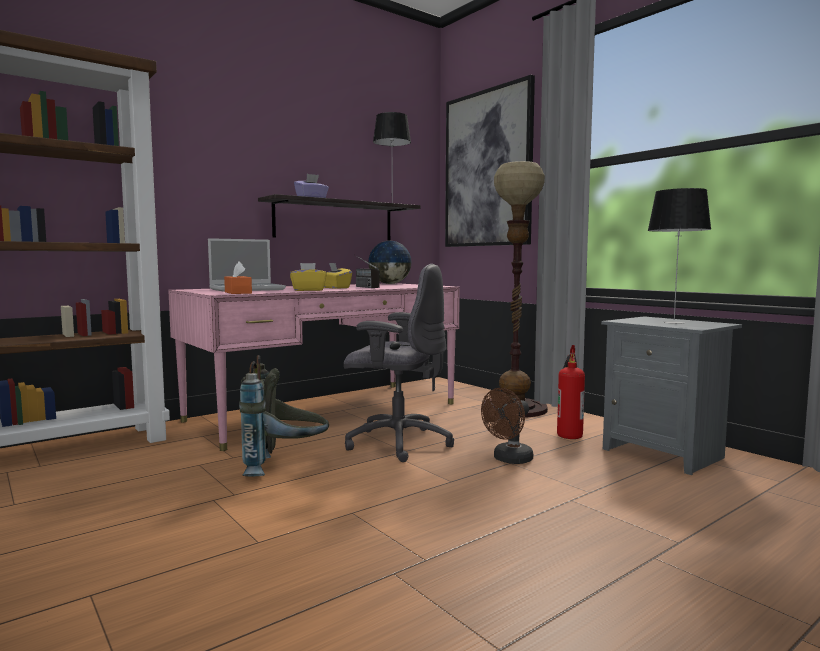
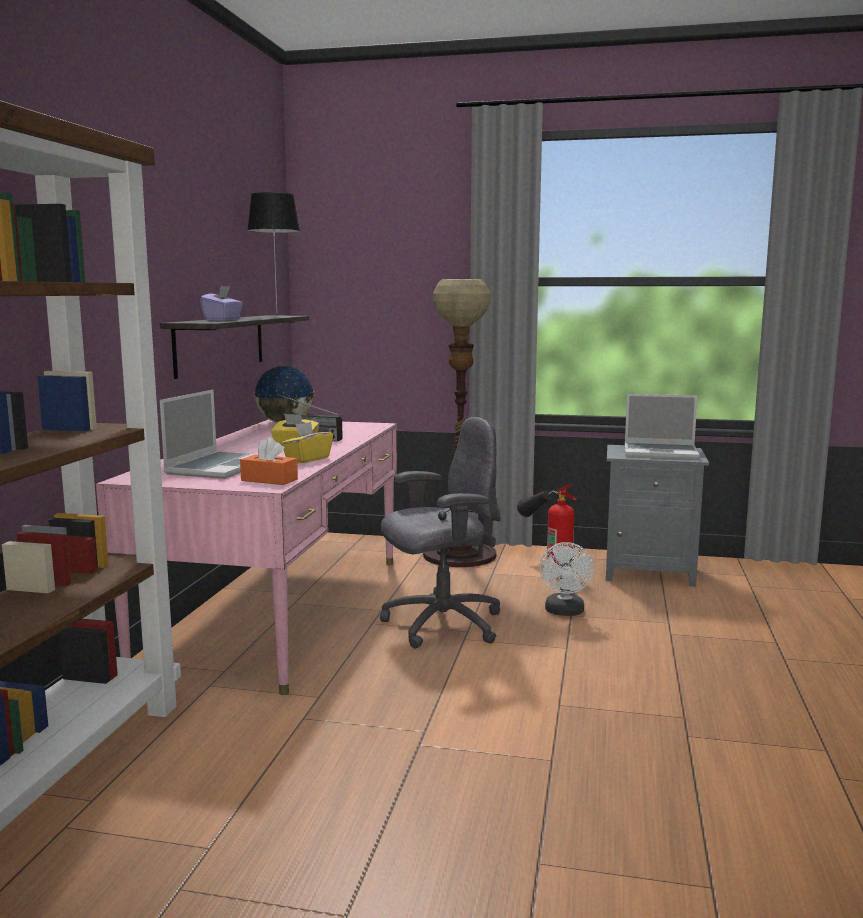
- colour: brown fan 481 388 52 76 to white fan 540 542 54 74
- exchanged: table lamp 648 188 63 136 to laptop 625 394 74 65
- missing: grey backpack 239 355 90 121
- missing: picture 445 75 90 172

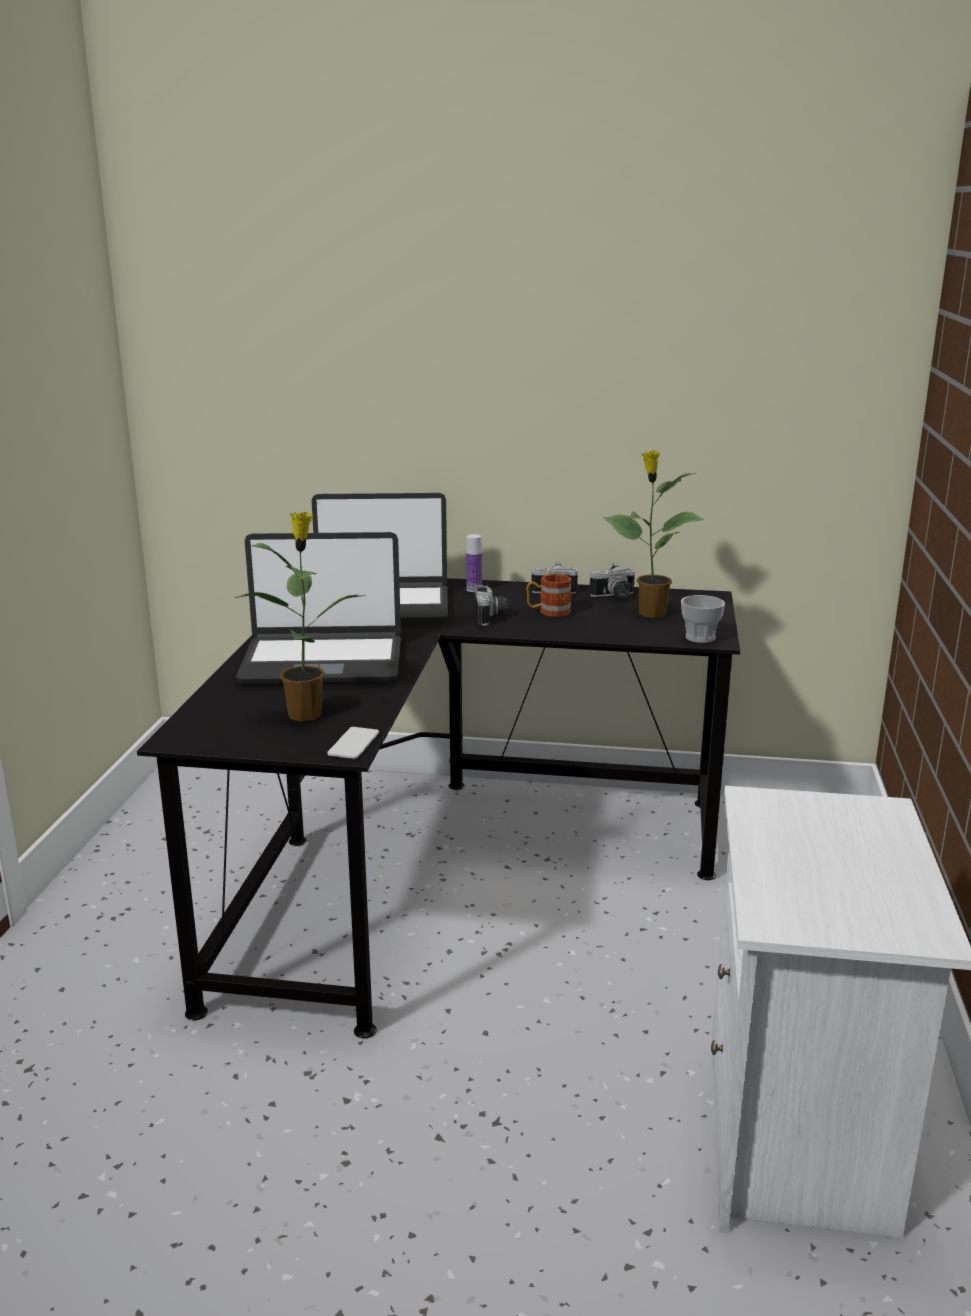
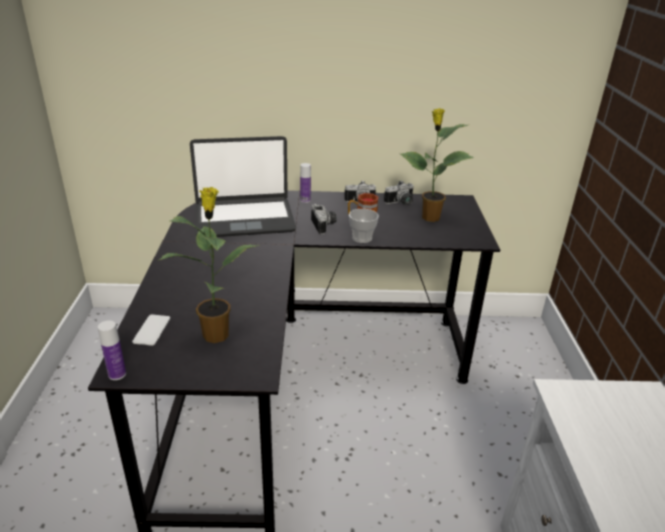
- appeared: bottle 98 320 28 60
- relocated: phone 327 727 52 32 to 132 315 38 31
- relocated: cup 681 595 44 48 to 349 209 30 34
- missing: laptop 236 532 165 152

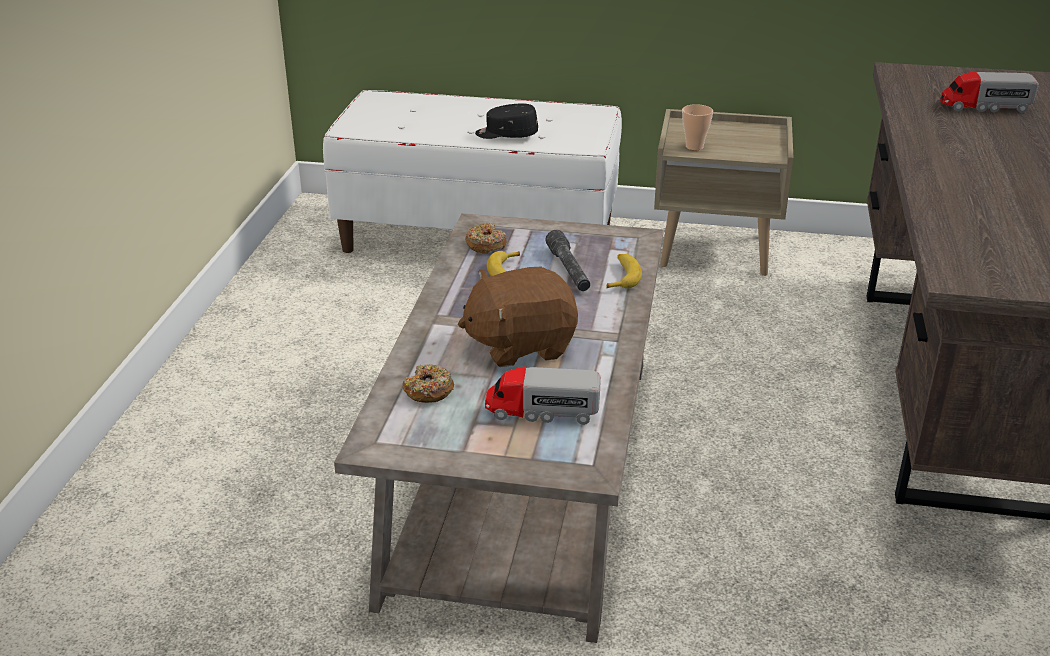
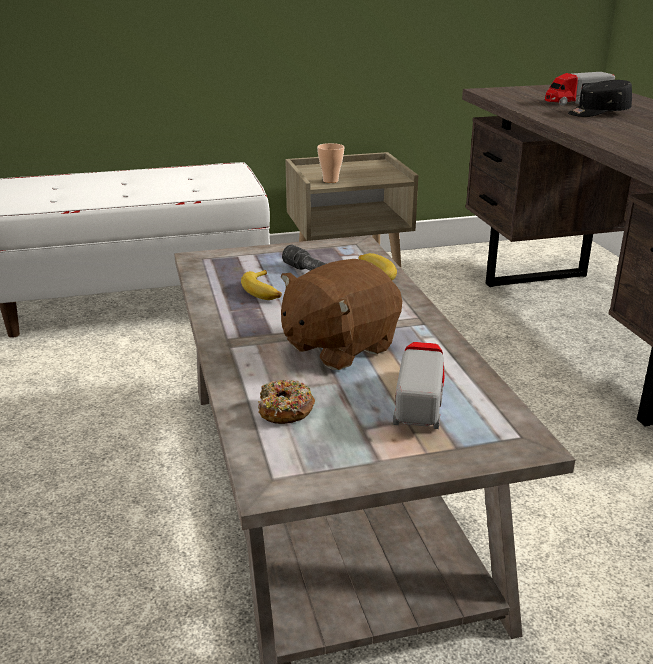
- spun: toy truck 485 366 116 59 = 393 342 52 87 120 degrees clockwise
- relocated: black cap 475 103 63 36 to 568 80 64 37
- missing: donut 465 223 42 31

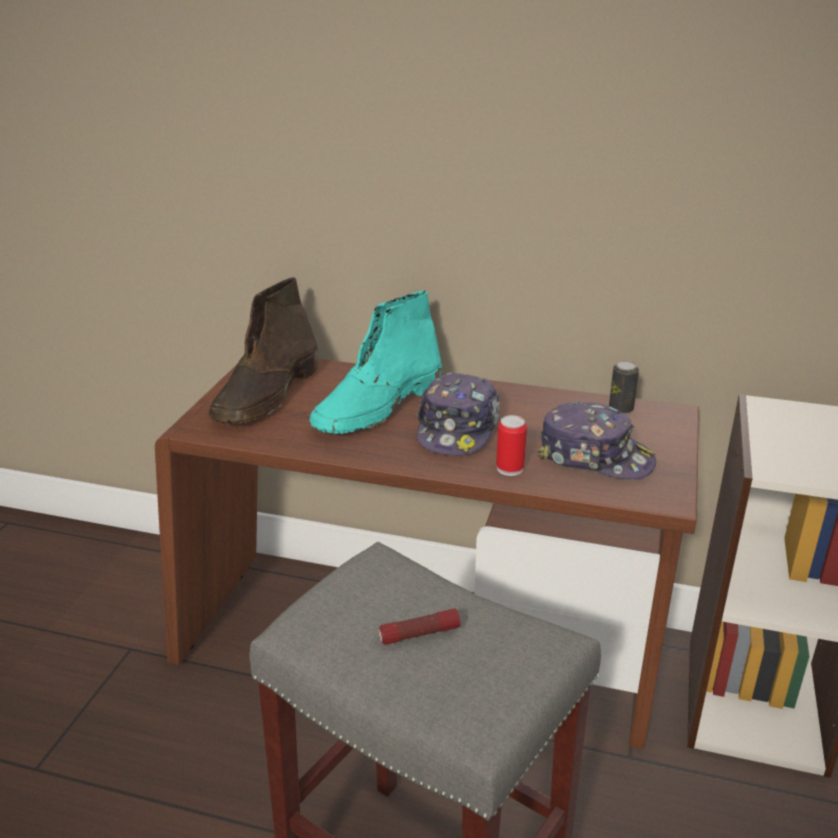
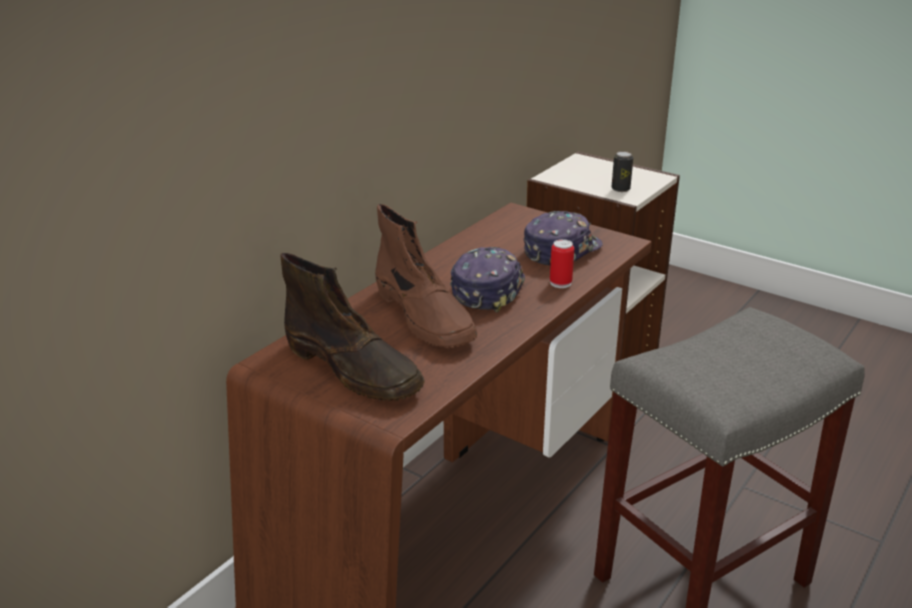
- colour: turquoise boot 309 290 133 144 to brown boot 375 204 102 144
- spun: cap 416 372 84 84 = 450 247 75 66 105 degrees counterclockwise
- relocated: can 609 361 30 53 to 611 151 22 41
- missing: flashlight 378 608 82 37

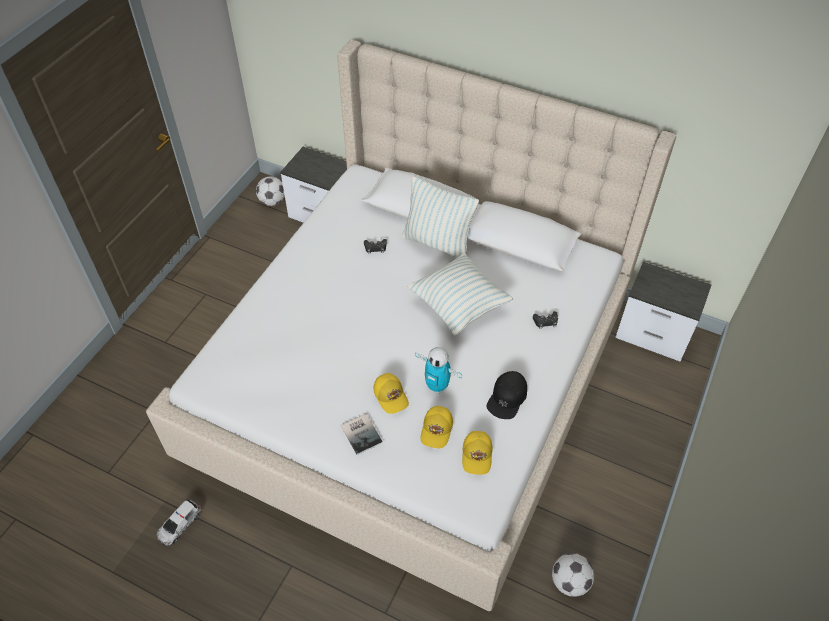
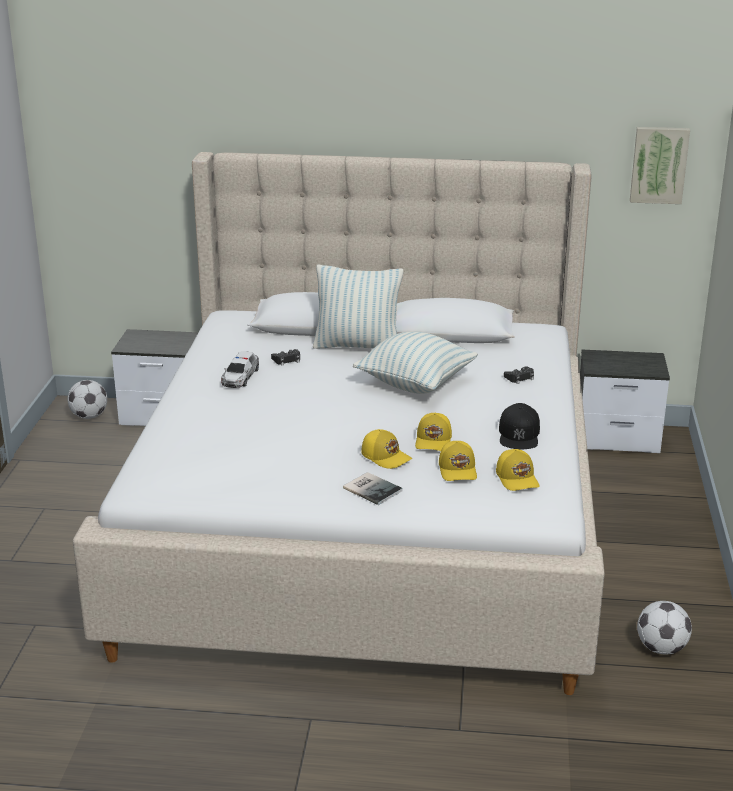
- relocated: toy car 157 499 45 47 to 221 351 38 37
- exchanged: toy robot 415 347 47 47 to yellow cap 415 413 37 38
- appeared: picture 630 127 60 77

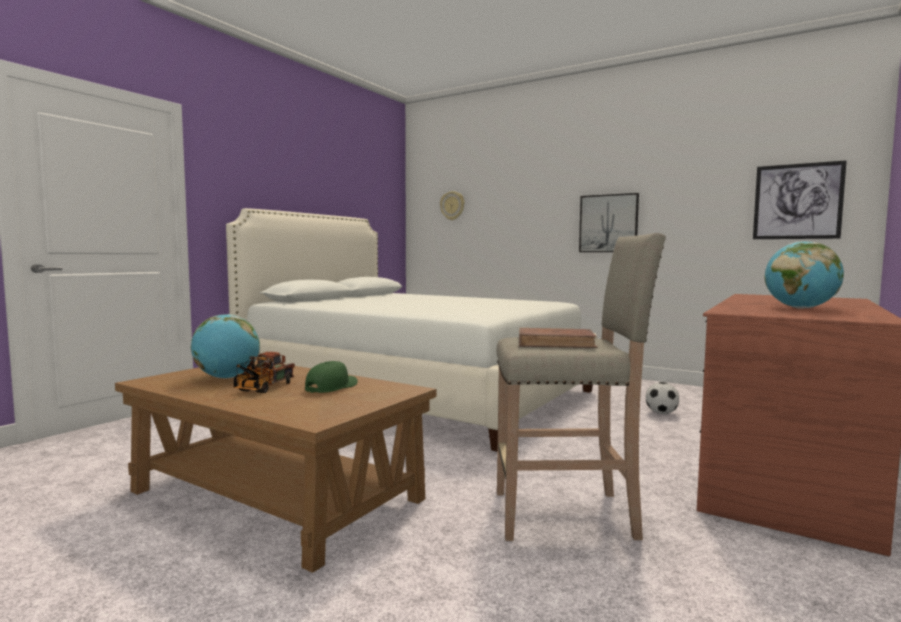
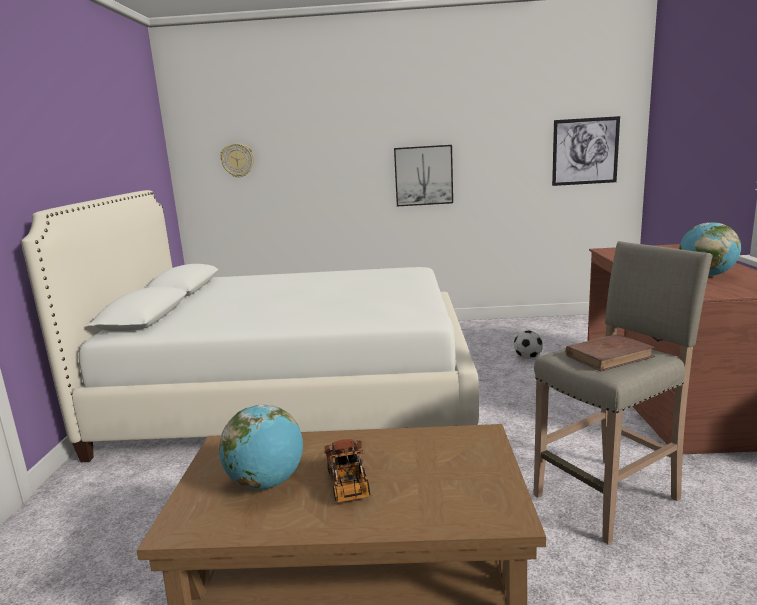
- missing: green cap 305 361 53 32

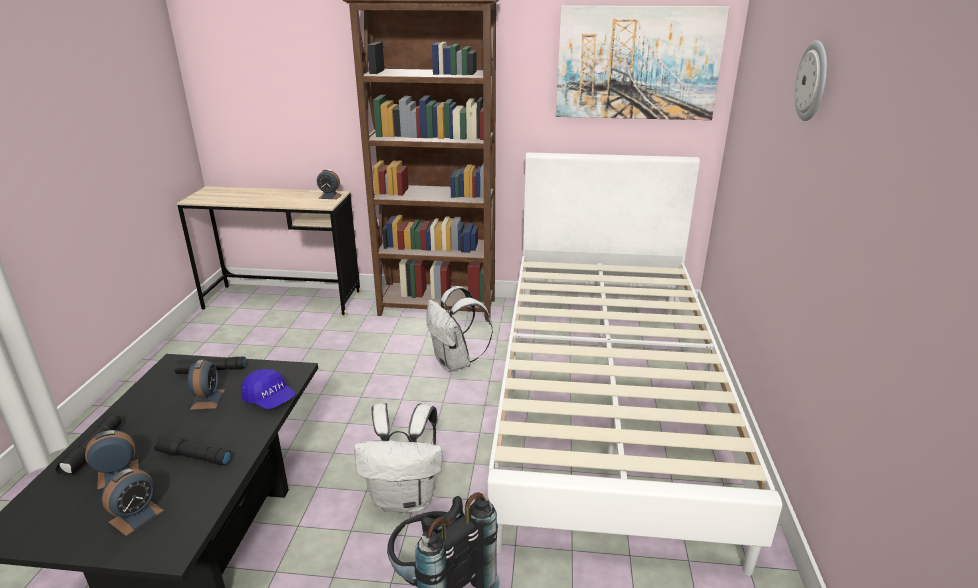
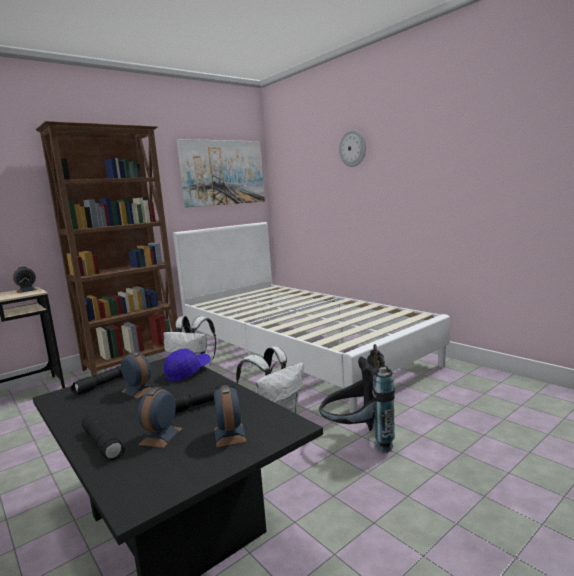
- spun: blue cap 241 369 55 40 = 164 348 47 34 45 degrees counterclockwise

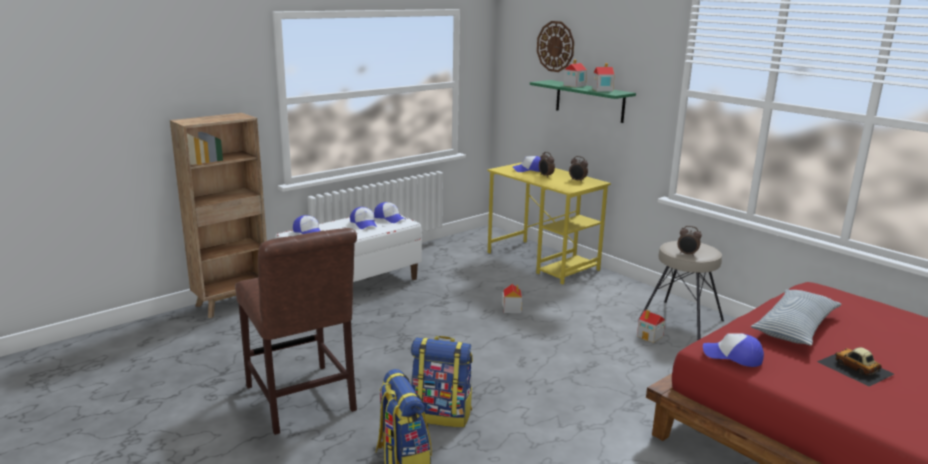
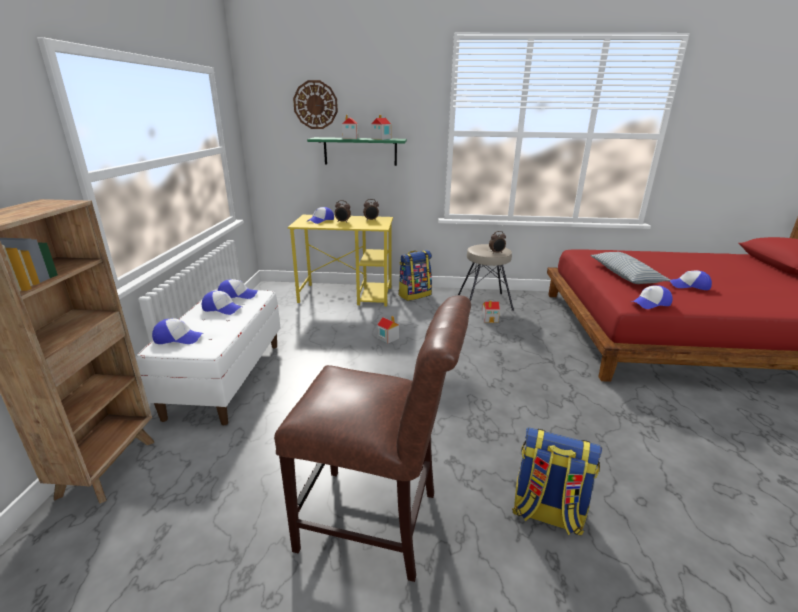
- relocated: backpack 411 336 62 91 to 398 250 34 51
- exchanged: toy car 817 347 77 39 to cap 669 270 43 20

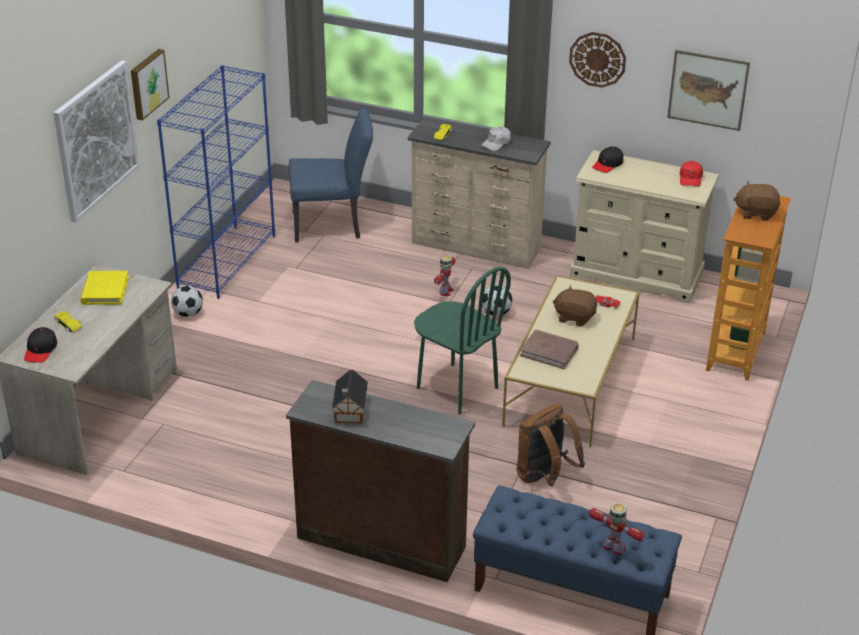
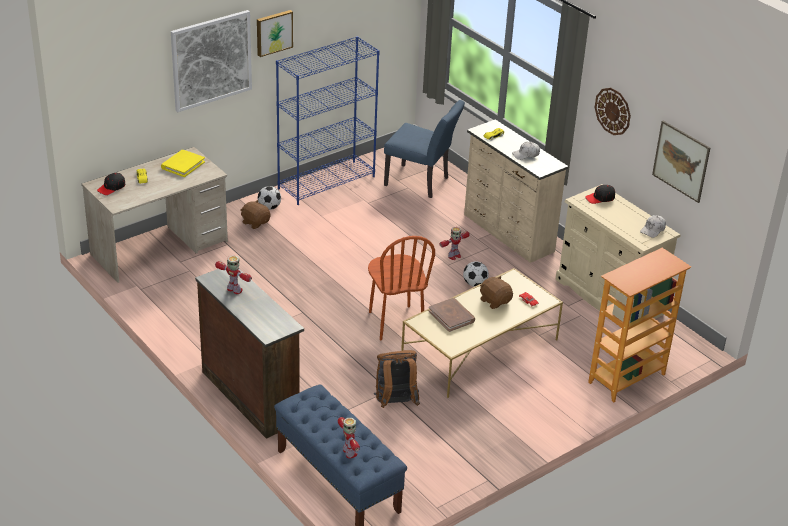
- exchanged: toy house 332 370 36 53 to toy robot 215 256 37 38
- relocated: brown plush toy 733 181 47 40 to 240 200 30 29
- colour: green chair 414 267 97 148 to brown chair 368 236 67 104
- colour: red cap 679 161 24 26 to white cap 640 215 26 23

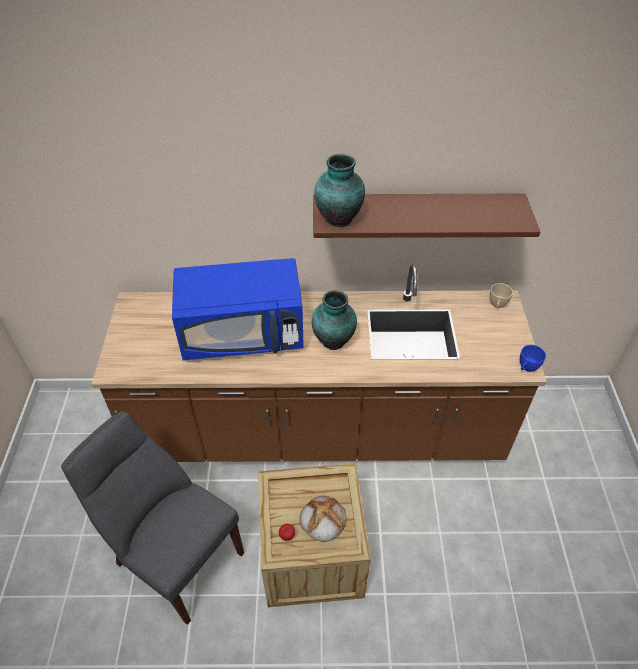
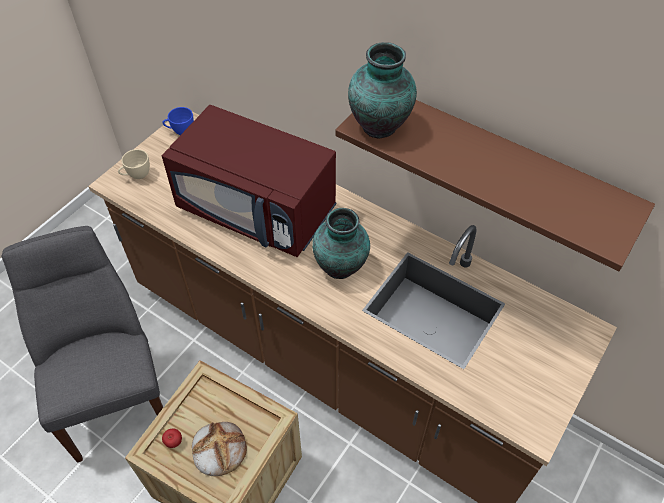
- relocated: beige cup 490 283 23 25 to 118 149 32 30
- colour: blue microwave 172 258 132 103 to red microwave 161 105 175 152
- relocated: blue cup 520 345 26 27 to 162 107 32 28

